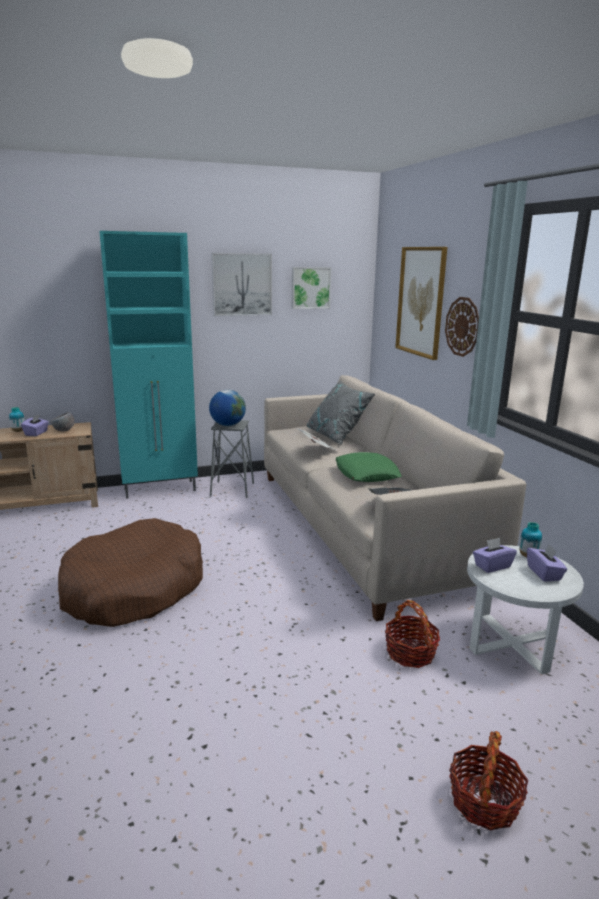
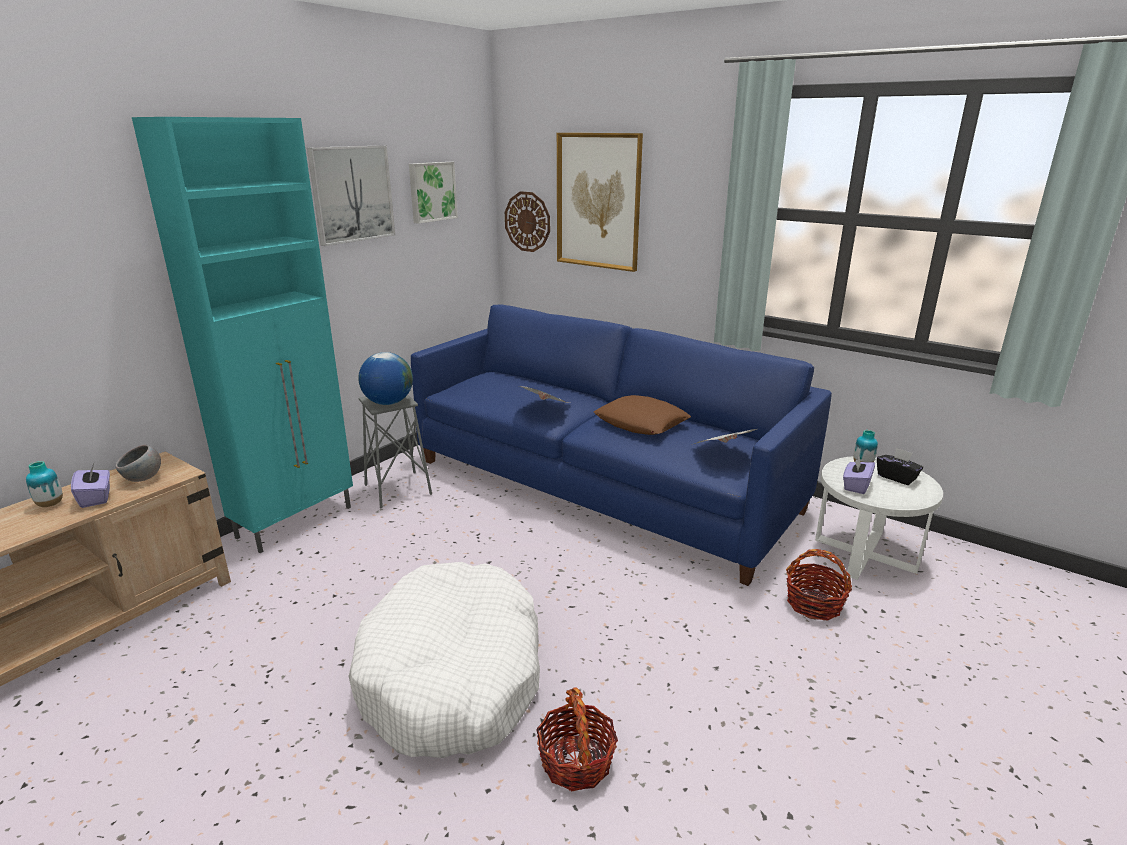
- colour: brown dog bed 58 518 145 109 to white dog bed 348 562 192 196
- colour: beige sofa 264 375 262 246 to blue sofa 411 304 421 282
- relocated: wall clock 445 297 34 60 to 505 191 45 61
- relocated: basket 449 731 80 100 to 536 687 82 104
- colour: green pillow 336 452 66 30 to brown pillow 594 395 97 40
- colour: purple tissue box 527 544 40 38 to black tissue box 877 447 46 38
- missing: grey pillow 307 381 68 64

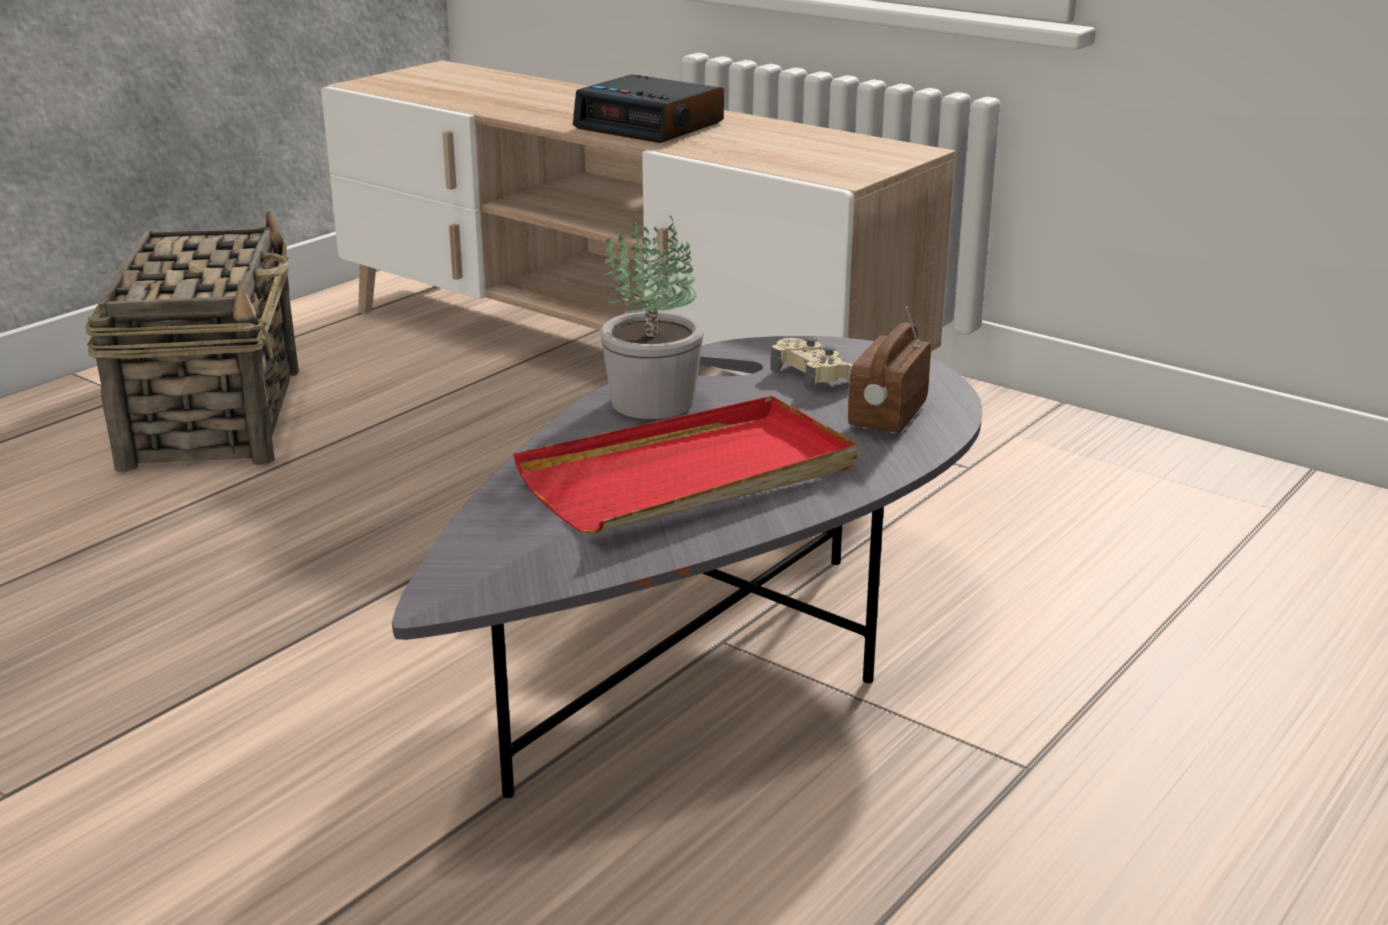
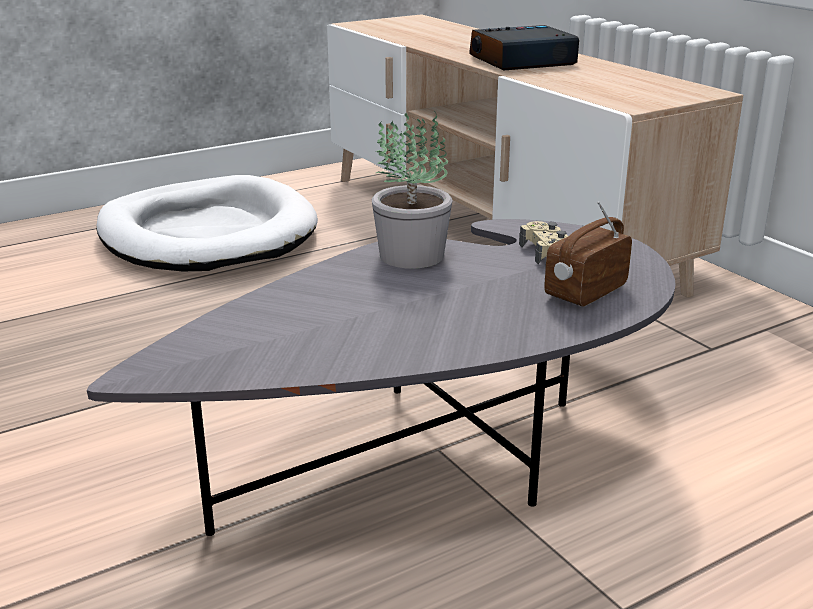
- exchanged: basket 85 210 214 262 to white dog bed 96 175 222 96
- spun: alarm clock 573 74 151 69 = 469 25 110 45 105 degrees clockwise
- missing: red tray 513 396 344 137

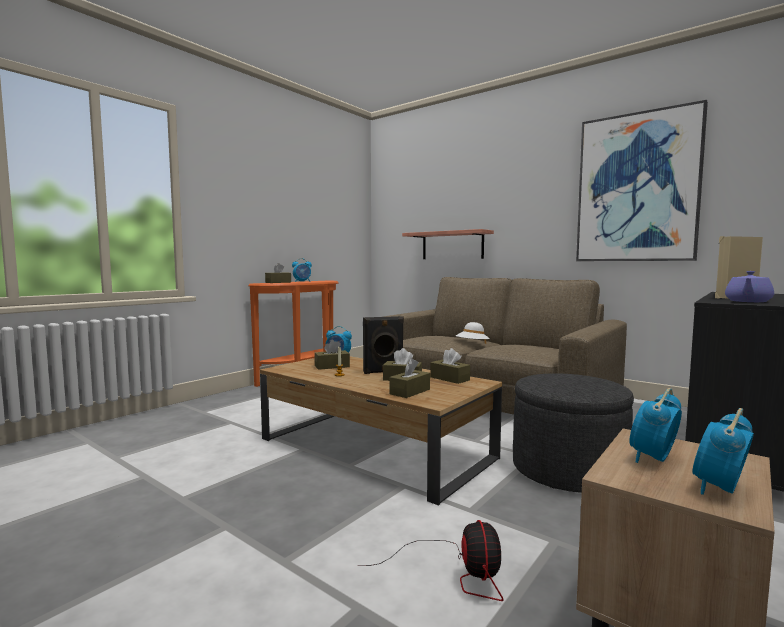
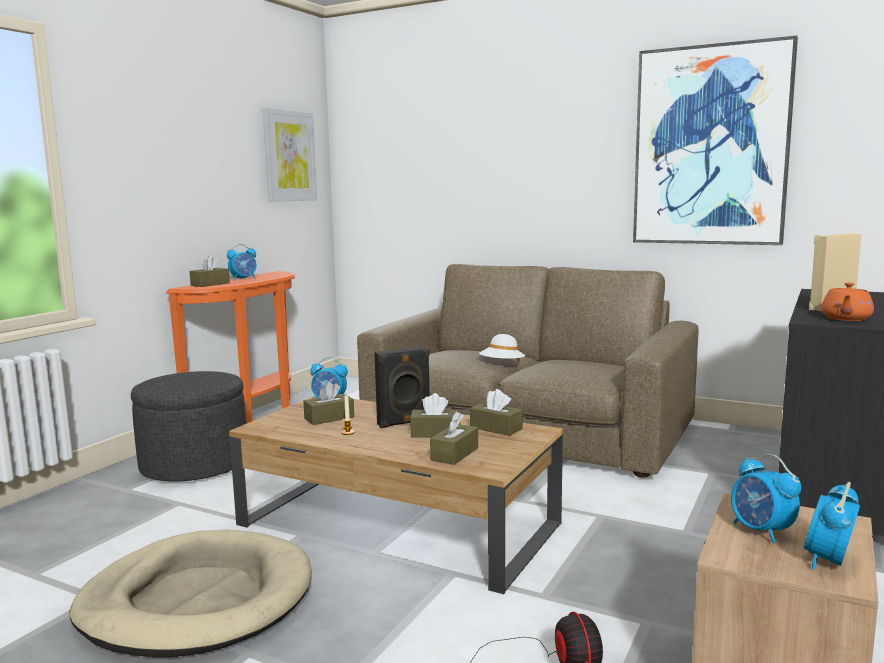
- appeared: beige dog bed 70 530 242 127
- relocated: grey ottoman 513 373 121 120 to 131 371 115 110
- appeared: picture 263 108 54 94
- spun: alarm clock 629 388 53 75 = 731 454 70 89 60 degrees counterclockwise
- colour: purple teapot 725 271 49 31 to orange teapot 821 283 53 38
- missing: shelf 402 229 92 30

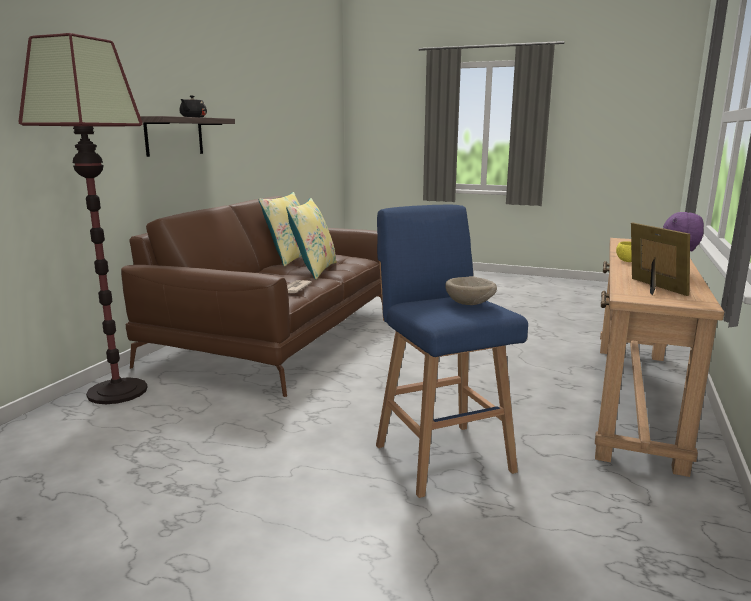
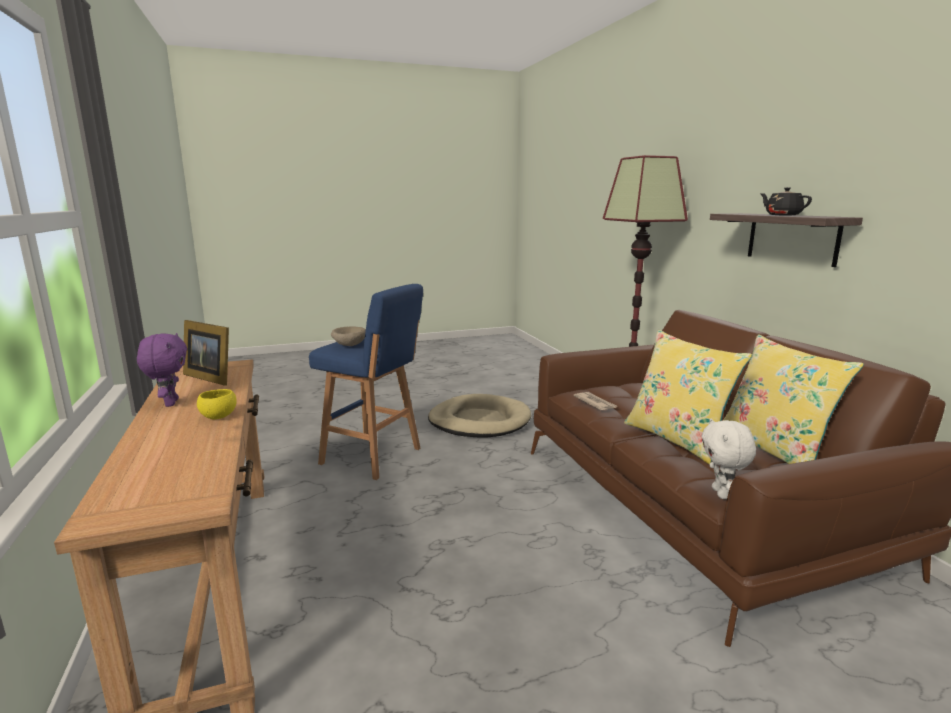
- appeared: beige dog bed 428 394 103 44
- appeared: white plush toy 702 418 54 81

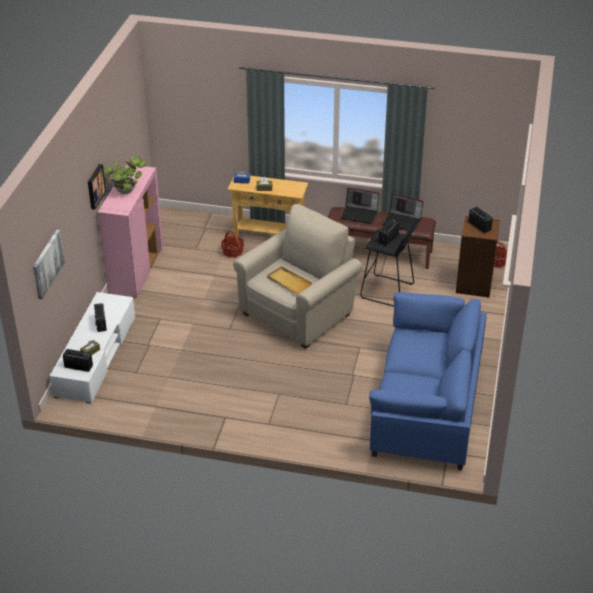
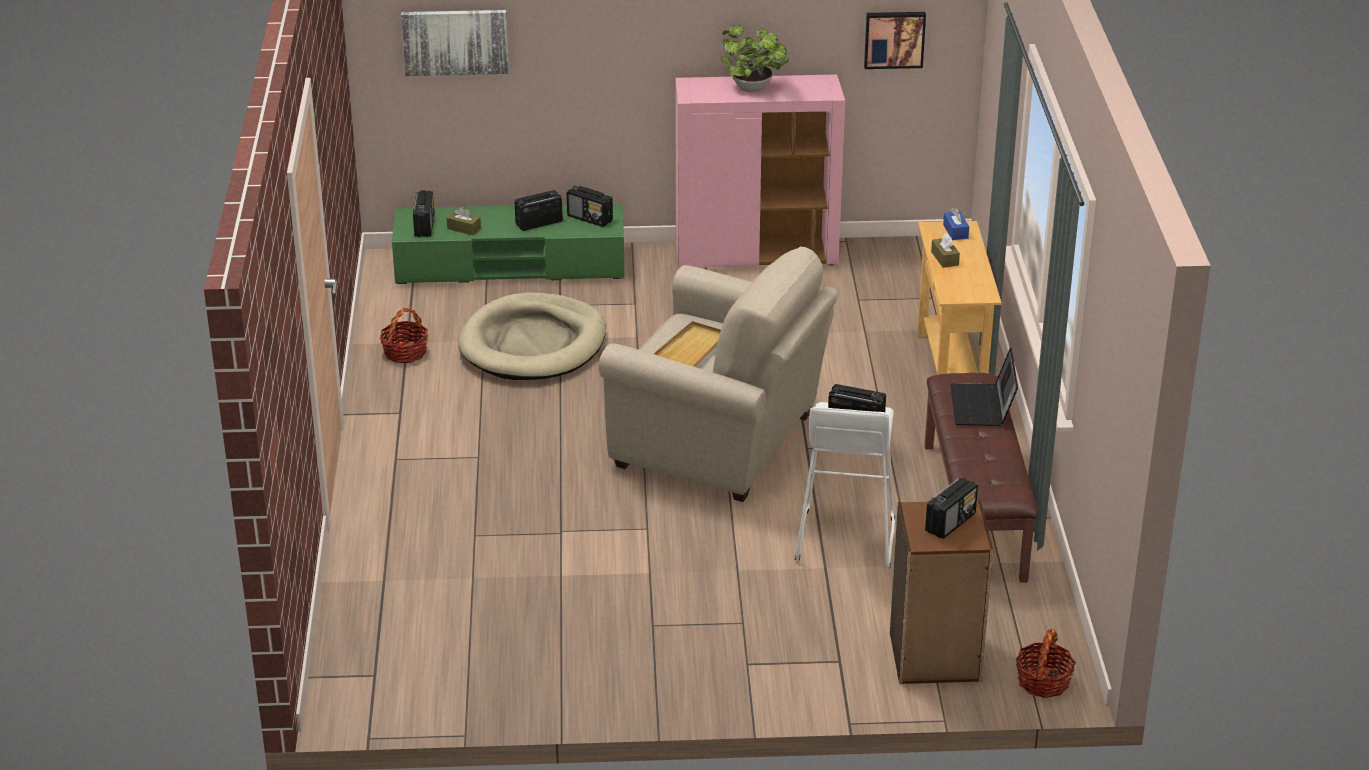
- relocated: basket 221 230 23 28 to 380 307 48 56
- colour: white tv stand 50 292 85 111 to green tv stand 392 203 232 81
- appeared: beige dog bed 458 292 148 88
- appeared: radio 567 185 46 42
- colour: black stool 360 219 56 88 to white stool 795 402 100 166
- relocated: picture 88 164 18 45 to 864 12 62 57
- missing: blue sofa 369 292 118 178
- missing: laptop 383 194 40 38

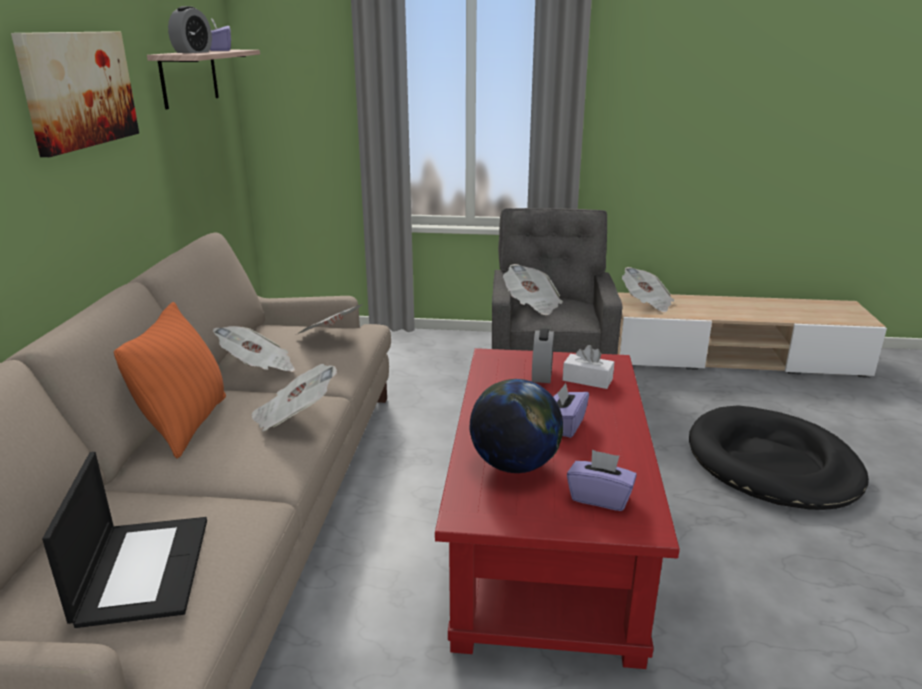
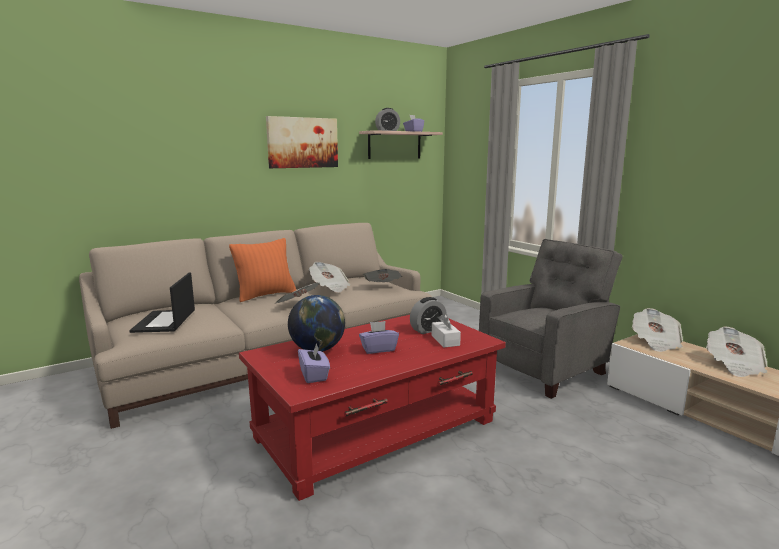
- spun: laptop 42 452 165 176 = 129 273 66 60 135 degrees clockwise
- relocated: newspaper 503 264 60 51 to 706 327 61 50
- missing: black dog bed 689 405 180 105

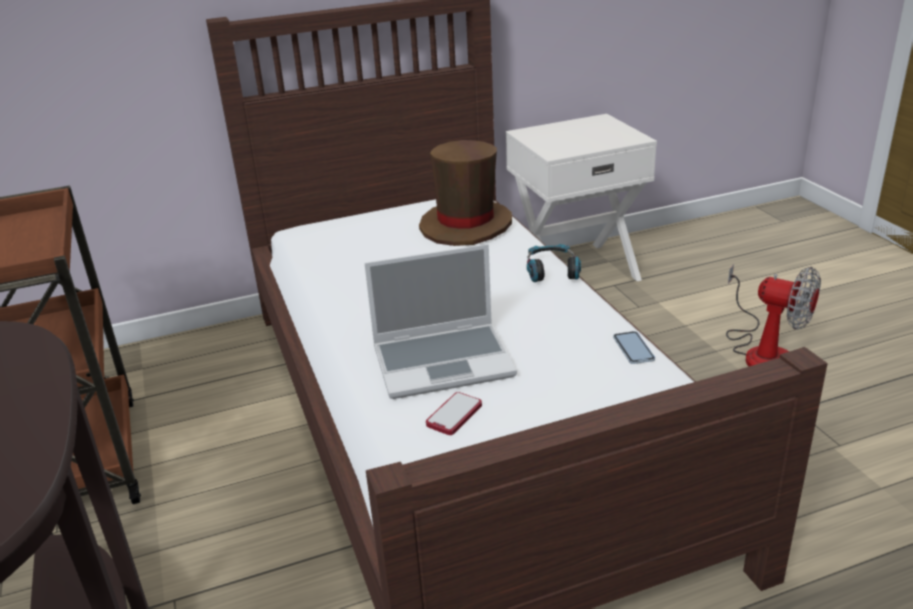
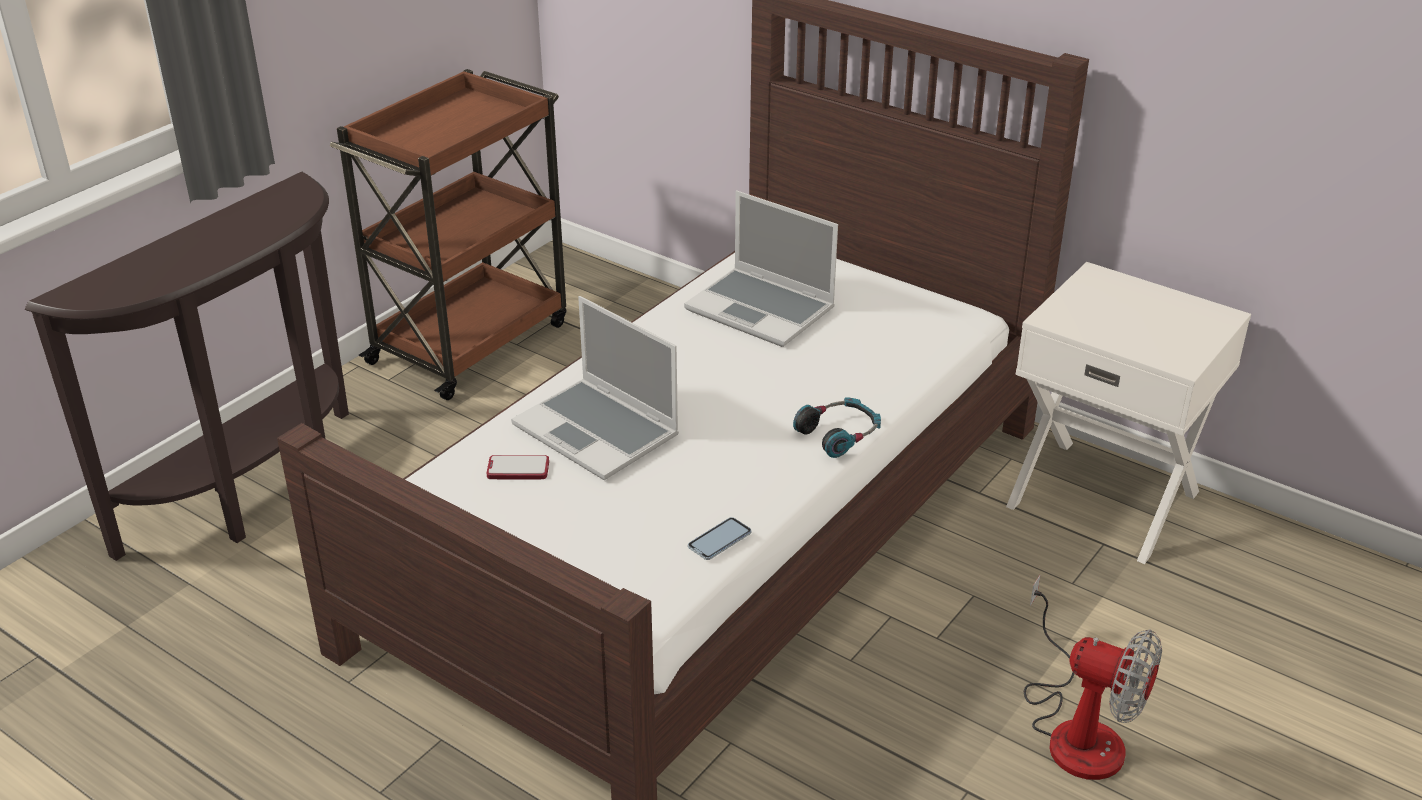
- appeared: laptop 684 190 154 157
- spun: fan 726 264 95 102 = 1023 575 139 205 60 degrees counterclockwise
- missing: brown hat 419 140 93 106

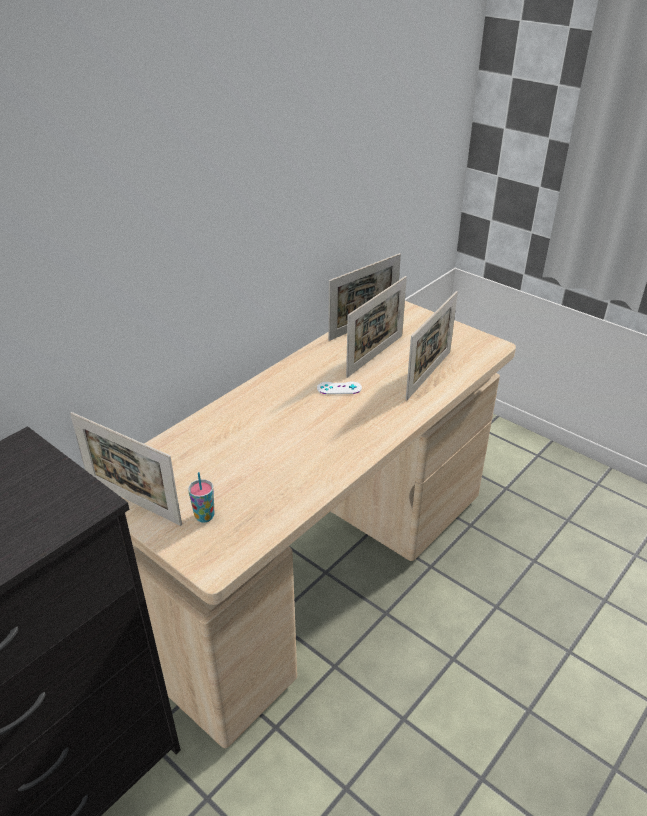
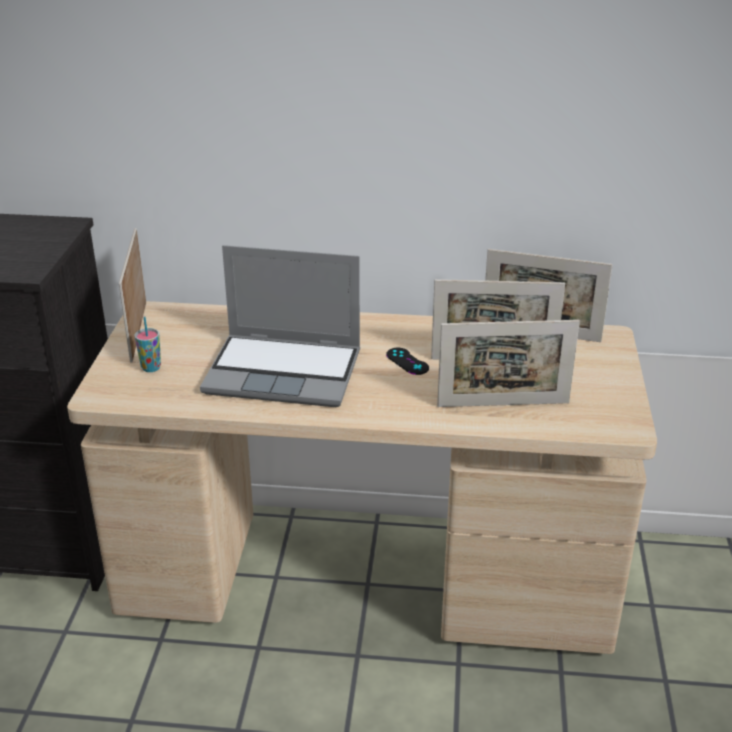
- appeared: laptop 200 245 160 162
- colour: white game controller 317 381 45 13 to black game controller 386 348 43 27

